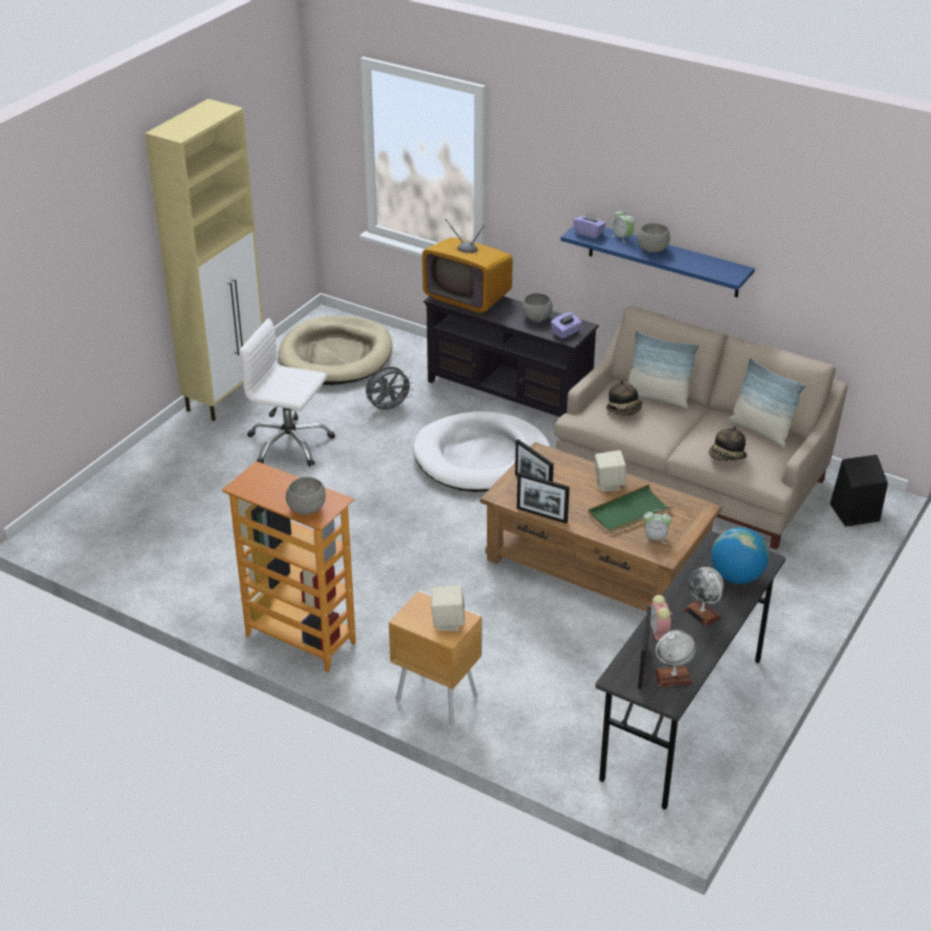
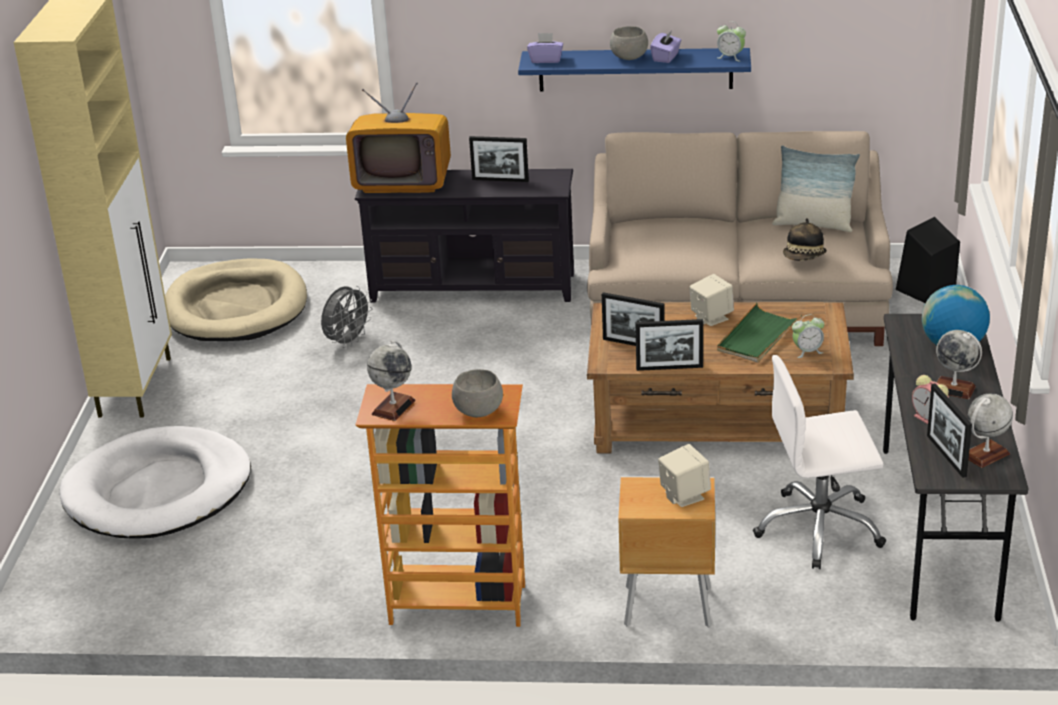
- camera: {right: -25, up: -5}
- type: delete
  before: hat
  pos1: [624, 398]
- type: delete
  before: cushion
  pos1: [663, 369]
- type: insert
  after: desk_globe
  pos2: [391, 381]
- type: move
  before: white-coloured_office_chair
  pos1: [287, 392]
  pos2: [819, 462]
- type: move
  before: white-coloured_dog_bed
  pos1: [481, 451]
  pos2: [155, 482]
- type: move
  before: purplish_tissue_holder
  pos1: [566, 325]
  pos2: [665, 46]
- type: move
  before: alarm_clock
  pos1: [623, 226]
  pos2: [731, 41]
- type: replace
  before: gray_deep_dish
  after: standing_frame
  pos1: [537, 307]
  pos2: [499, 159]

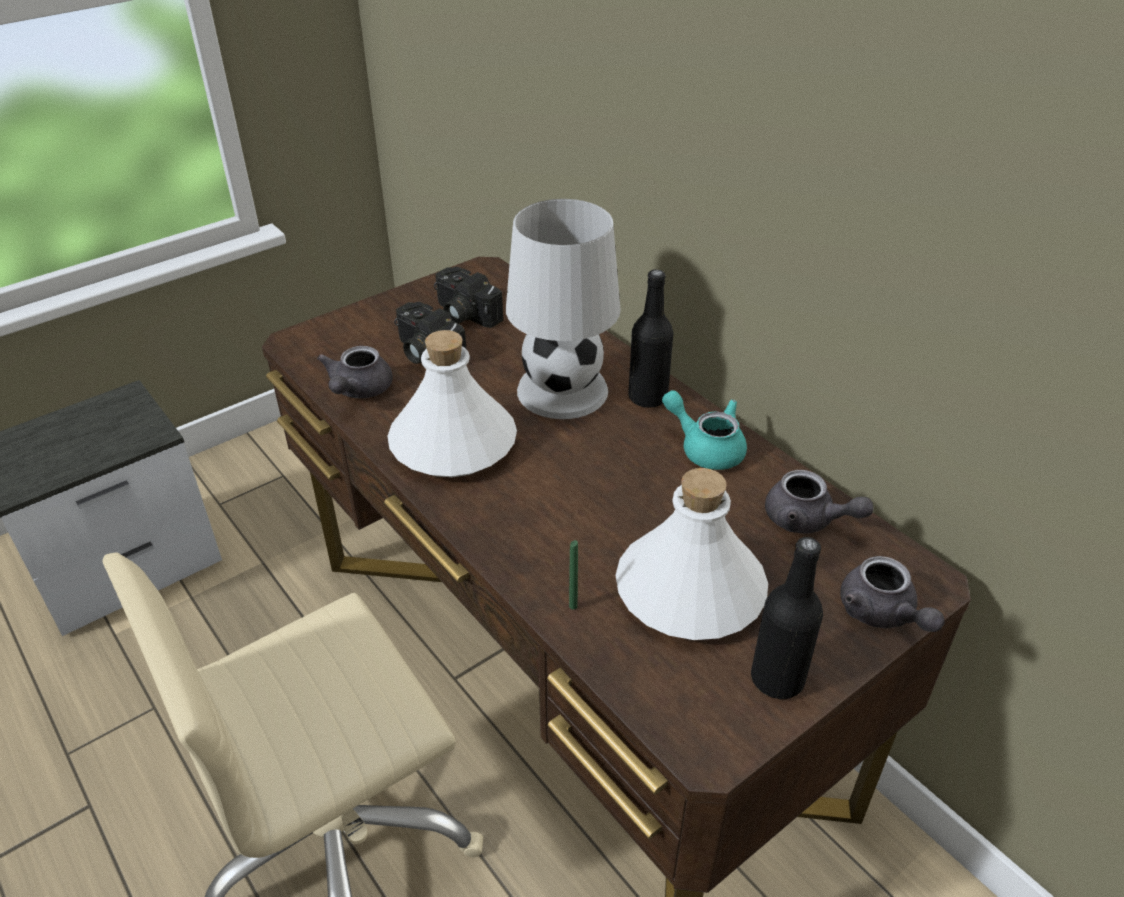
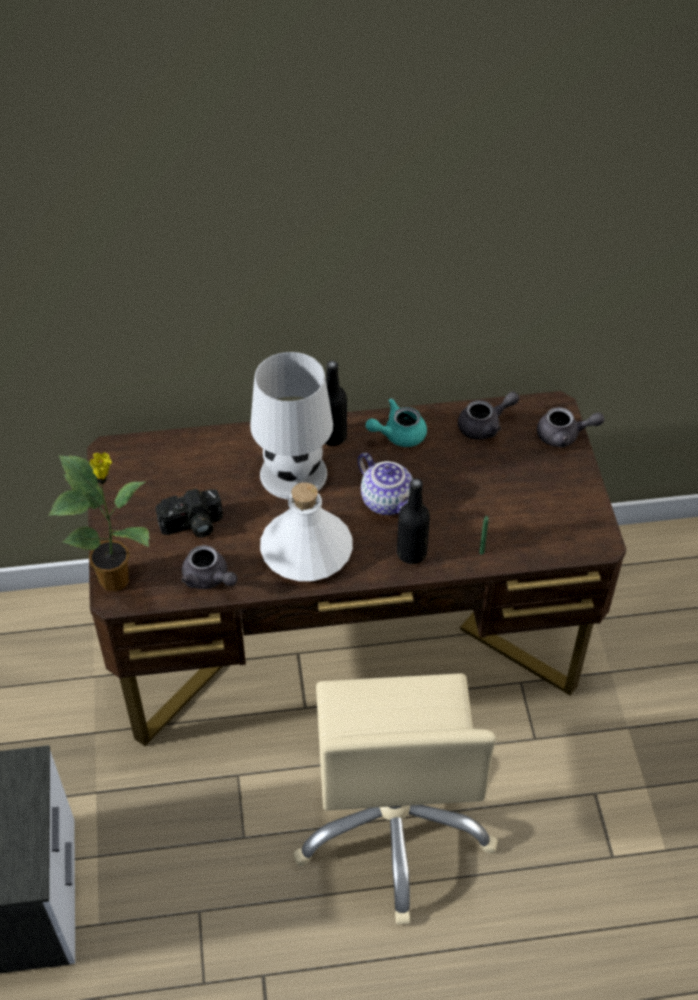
- camera: {right: -60, up: 10}
- type: delete
  before: photo_camera
  pos1: [468, 297]
- type: delete
  before: white-coloured_drink_bottle
  pos1: [691, 554]
- type: insert
  after: plant_in_a_pot
  pos2: [99, 521]
- type: insert
  after: teapot
  pos2: [385, 484]
- type: move
  before: black_drink_bottle
  pos1: [787, 618]
  pos2: [413, 521]

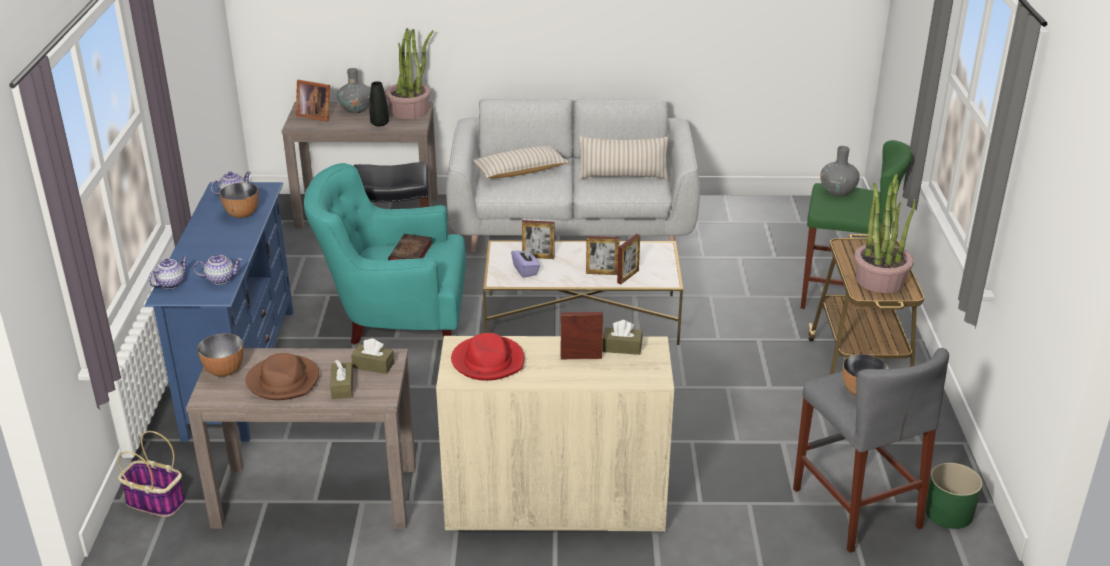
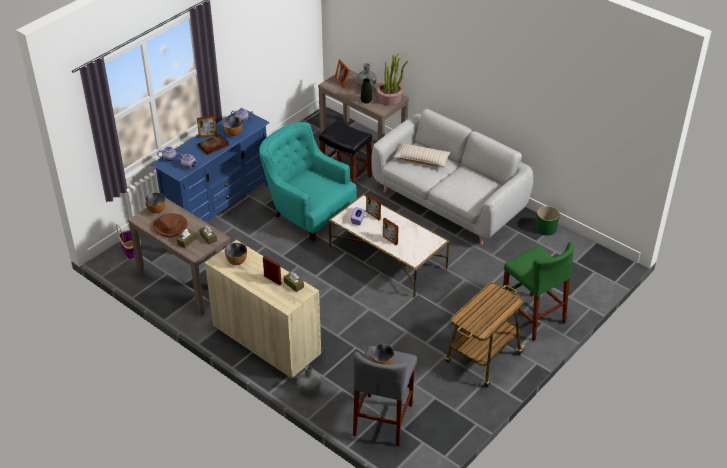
- camera: {right: 40, up: 10}
- type: delete
  before: beige-coloured_cushion
  pos1: [623, 158]
- type: delete
  before: plant_in_a_pot
  pos1: [885, 233]
- type: move
  before: bound_book
  pos1: [410, 247]
  pos2: [213, 144]
- type: move
  before: standing_frame
  pos1: [628, 259]
  pos2: [207, 126]
- type: move
  before: gray_flower_vase
  pos1: [840, 171]
  pos2: [309, 379]
- type: move
  before: green_flower_pot
  pos1: [953, 496]
  pos2: [548, 221]
- type: replace
  before: red_hat
  after: deep_dish
  pos1: [487, 357]
  pos2: [236, 254]

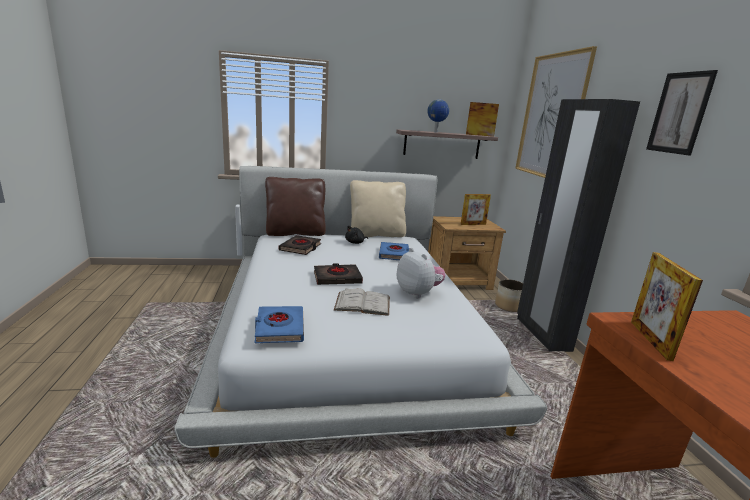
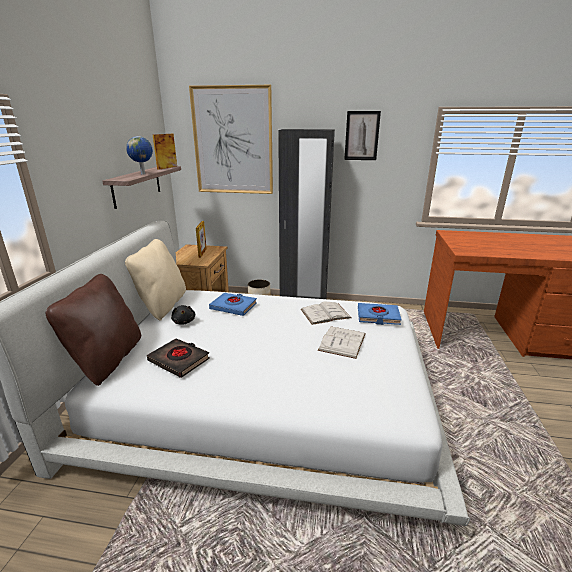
- camera: {right: -70, up: 5}
- type: delete
  before: black_bound_book
  pos1: [338, 274]
- type: delete
  before: standing_frame
  pos1: [667, 306]
- type: move
  before: blue-coloured_bound_book
  pos1: [279, 324]
  pos2: [380, 314]
- type: replace
  before: soft_toy
  after: white-coloured_bound_book
  pos1: [421, 273]
  pos2: [326, 313]

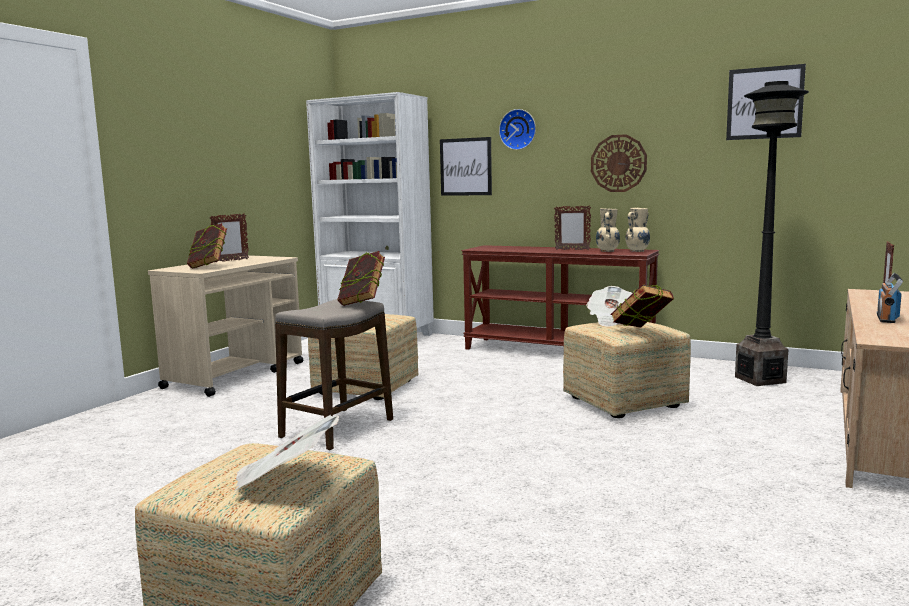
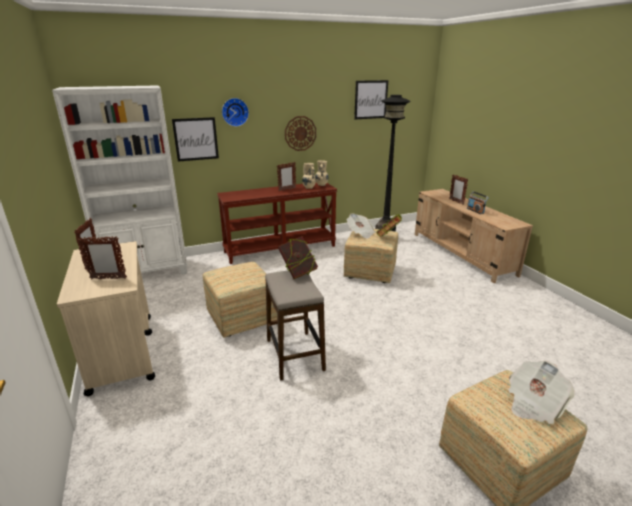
- camera: {right: -50, up: 15}
- type: replace
  before: bound_book
  after: standing_frame
  pos1: [207, 246]
  pos2: [103, 257]

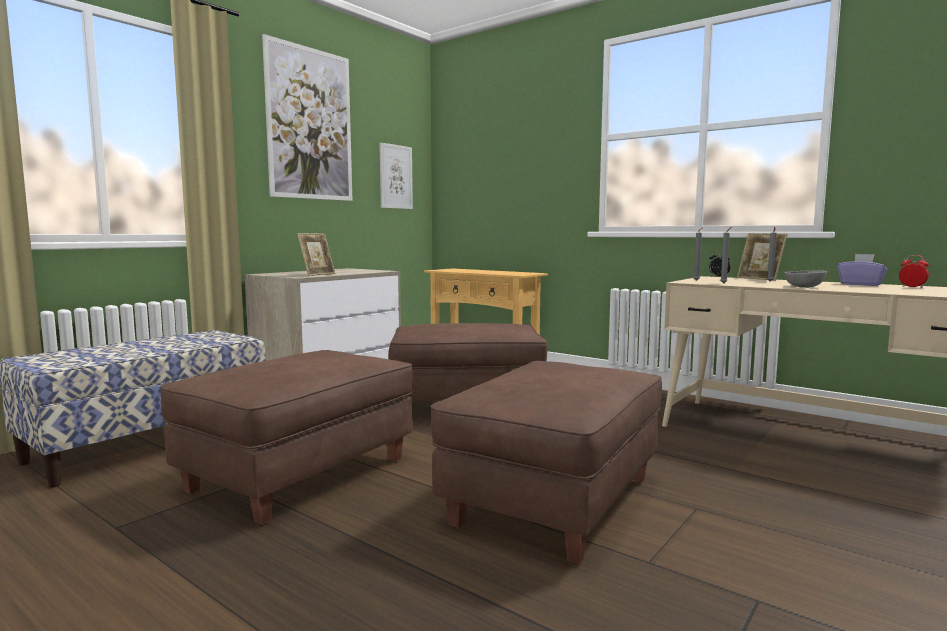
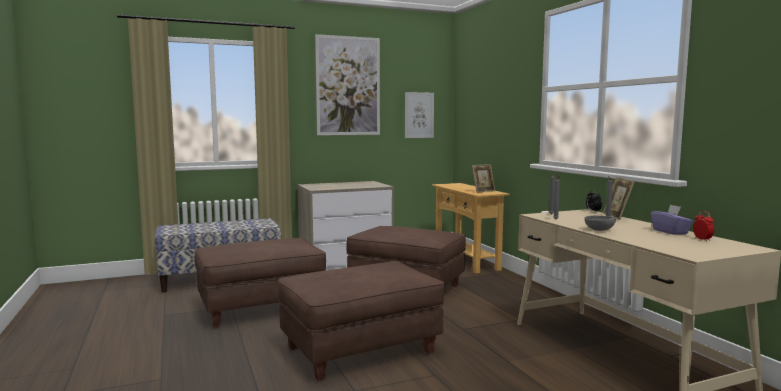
- camera: {right: 30, up: 0}
- type: move
  before: standing_frame
  pos1: [316, 254]
  pos2: [483, 178]

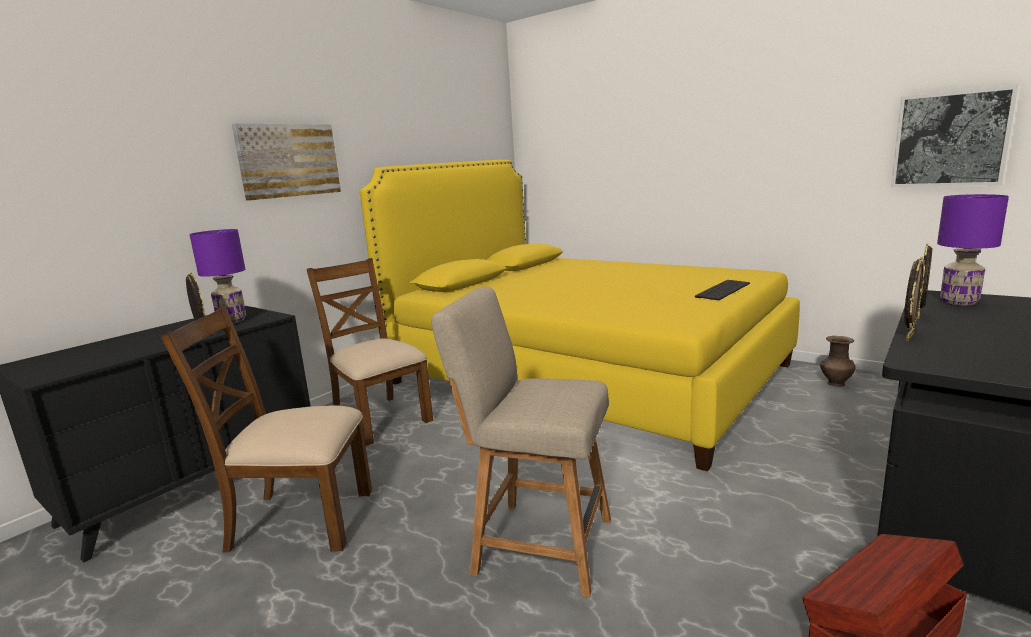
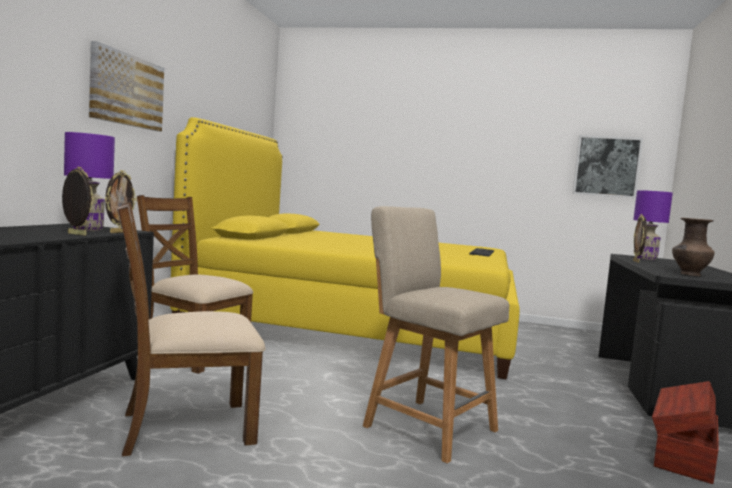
- camera: {right: -25, up: -10}
- type: move
  before: brown-coloured_flower_vase
  pos1: [838, 361]
  pos2: [693, 247]
- type: move
  before: standing_frame
  pos1: [914, 299]
  pos2: [121, 201]
- type: rotate
  before: beige-coloured_upright_chair
  pos1: [521, 442]
  pos2: [436, 334]
  turn: 45

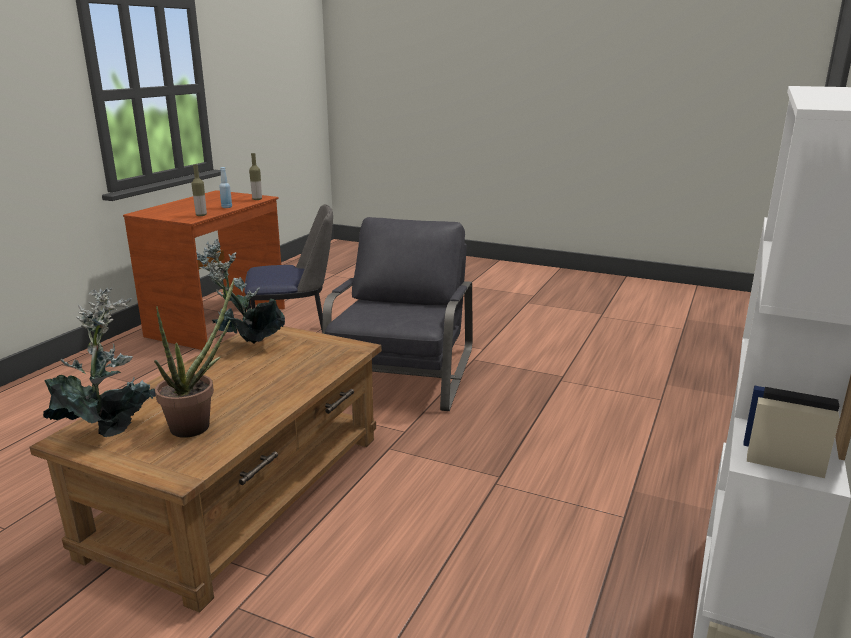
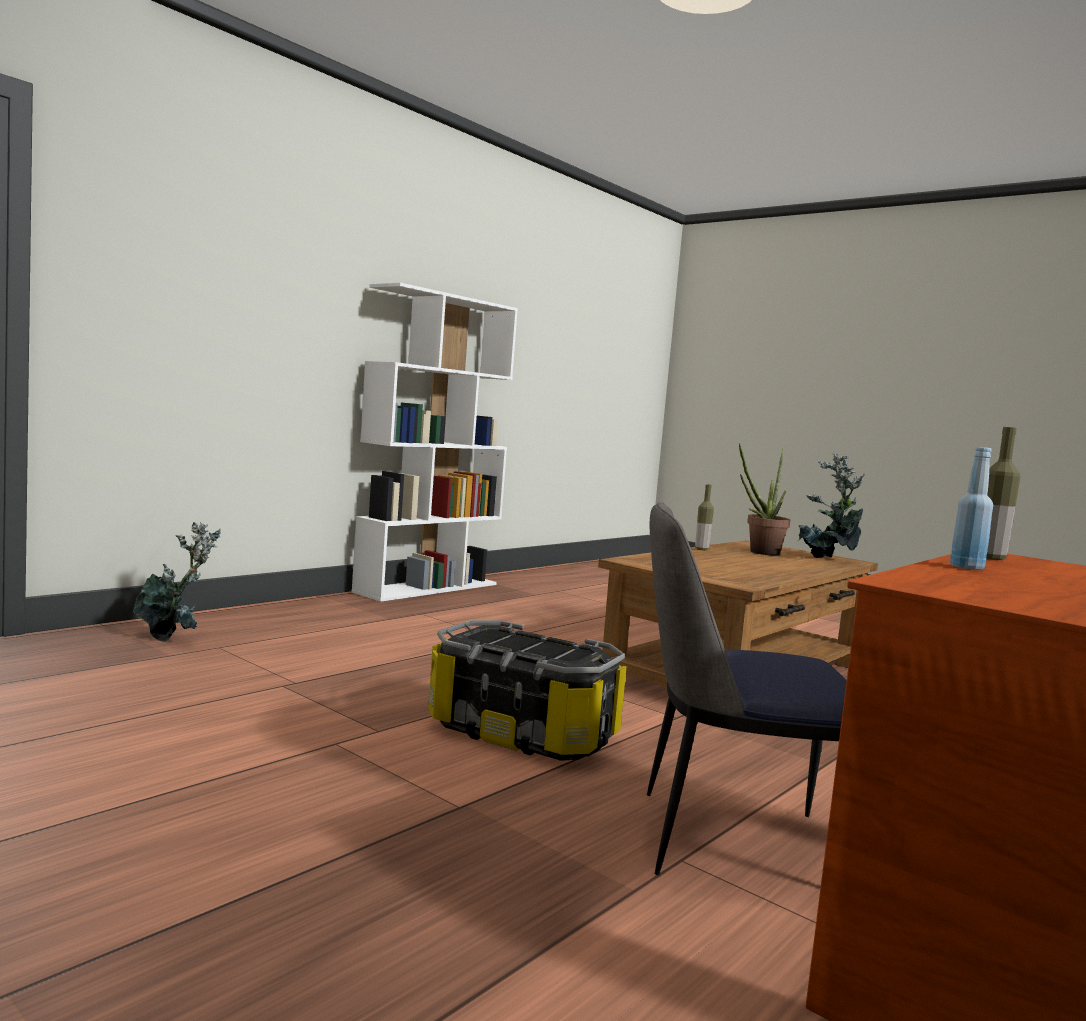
- camera: {right: -165, up: -15}
- type: move
  before: plant_in_a_pot
  pos1: [240, 291]
  pos2: [177, 582]
- type: move
  before: drink_bottle
  pos1: [255, 176]
  pos2: [704, 517]
- type: replace
  before: gray_lounge_chair
  after: storage_bin
  pos1: [397, 314]
  pos2: [527, 690]

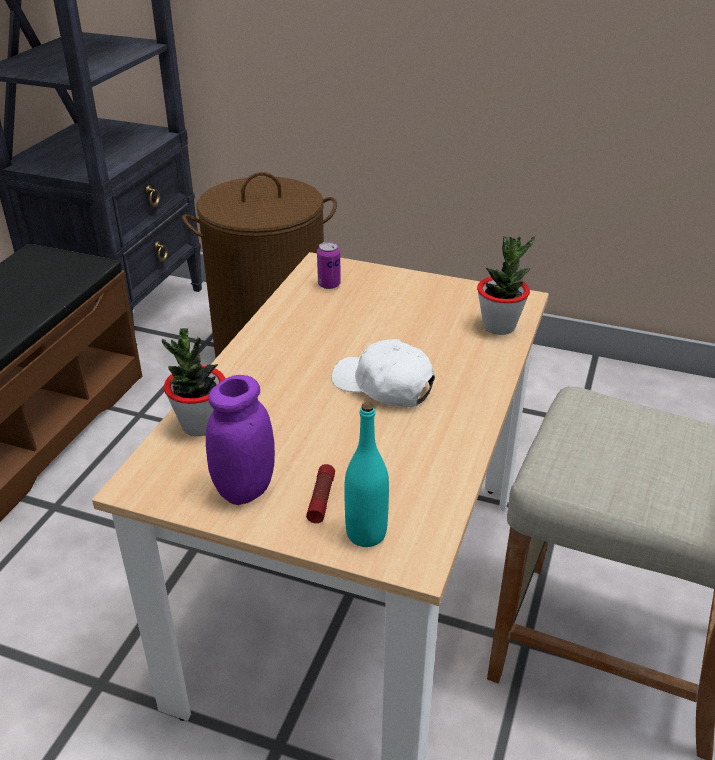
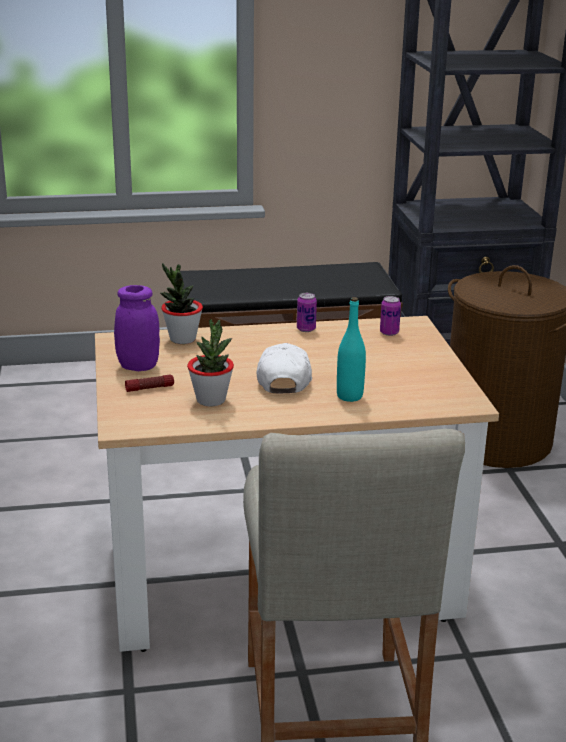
- camera: {right: 60, up: -10}
- type: insert
  after: can
  pos2: [307, 312]
- type: move
  before: turquoise-coloured_drink_bottle
  pos1: [366, 474]
  pos2: [351, 349]
- type: move
  before: plant_in_a_pot
  pos1: [506, 285]
  pos2: [210, 362]

